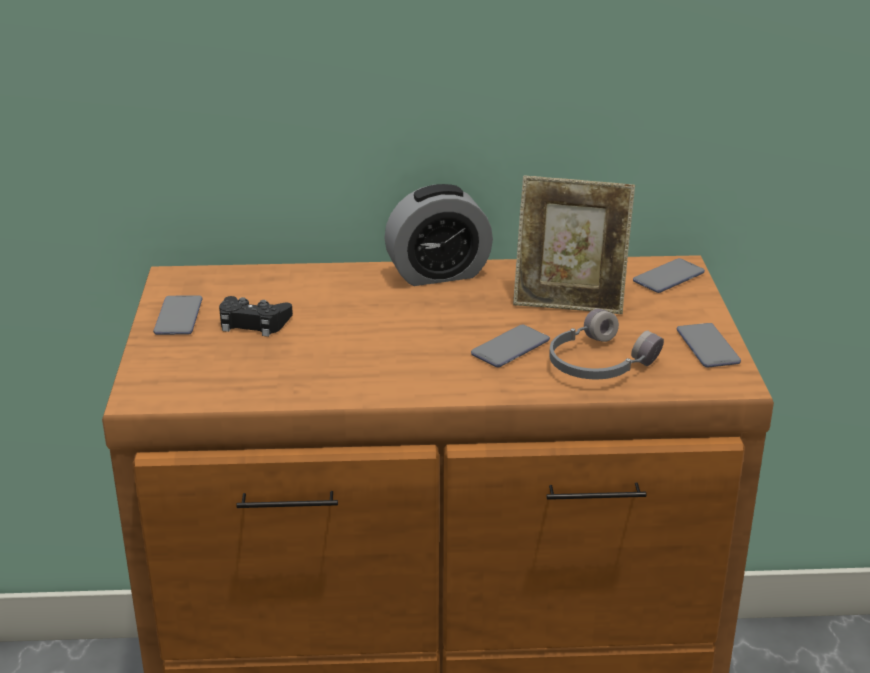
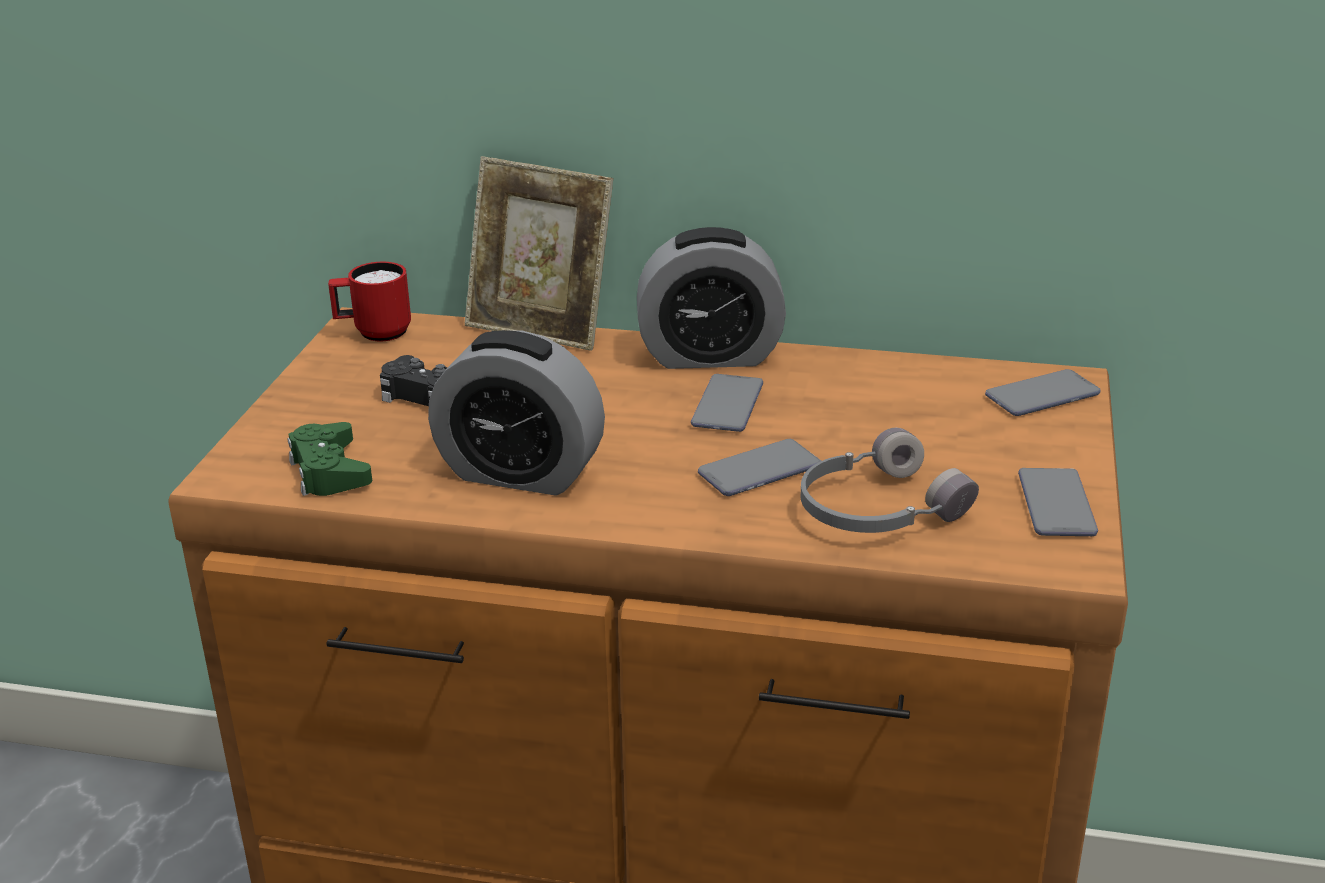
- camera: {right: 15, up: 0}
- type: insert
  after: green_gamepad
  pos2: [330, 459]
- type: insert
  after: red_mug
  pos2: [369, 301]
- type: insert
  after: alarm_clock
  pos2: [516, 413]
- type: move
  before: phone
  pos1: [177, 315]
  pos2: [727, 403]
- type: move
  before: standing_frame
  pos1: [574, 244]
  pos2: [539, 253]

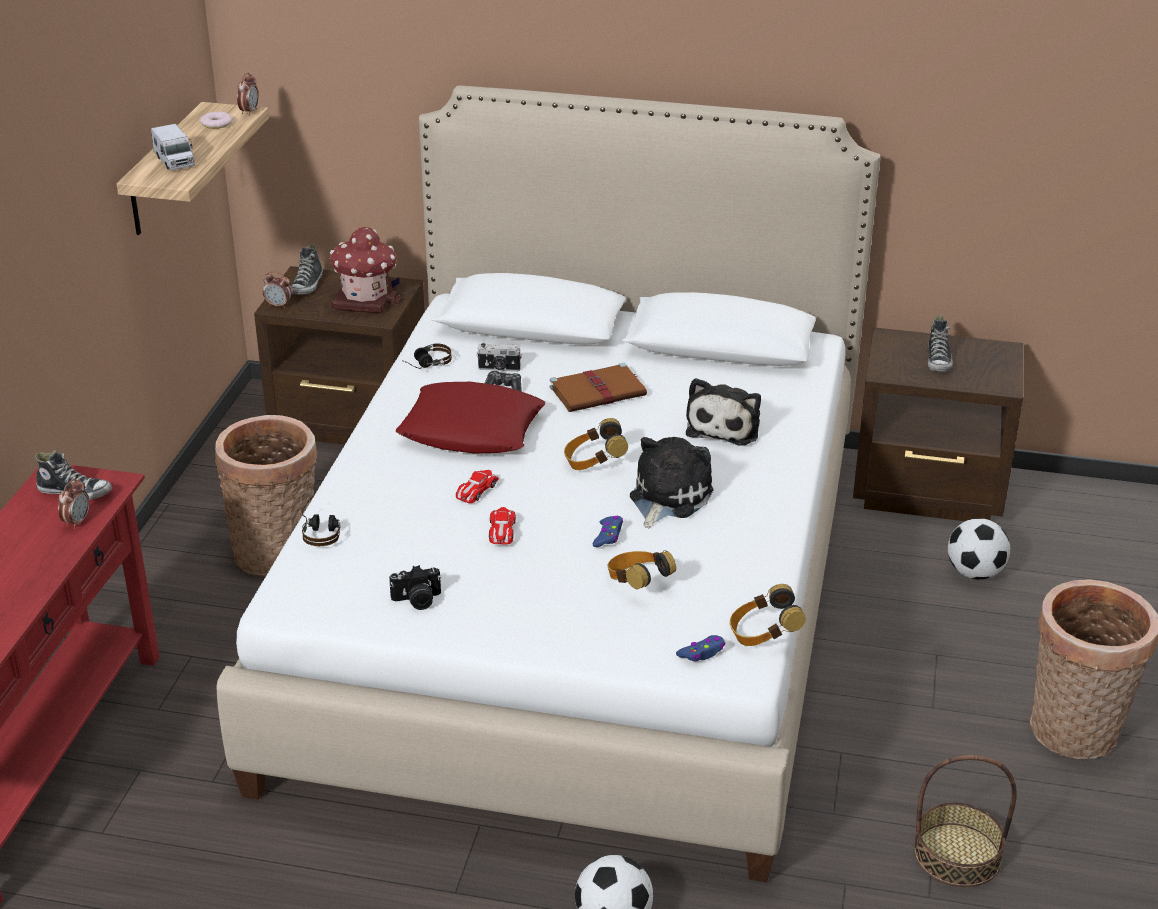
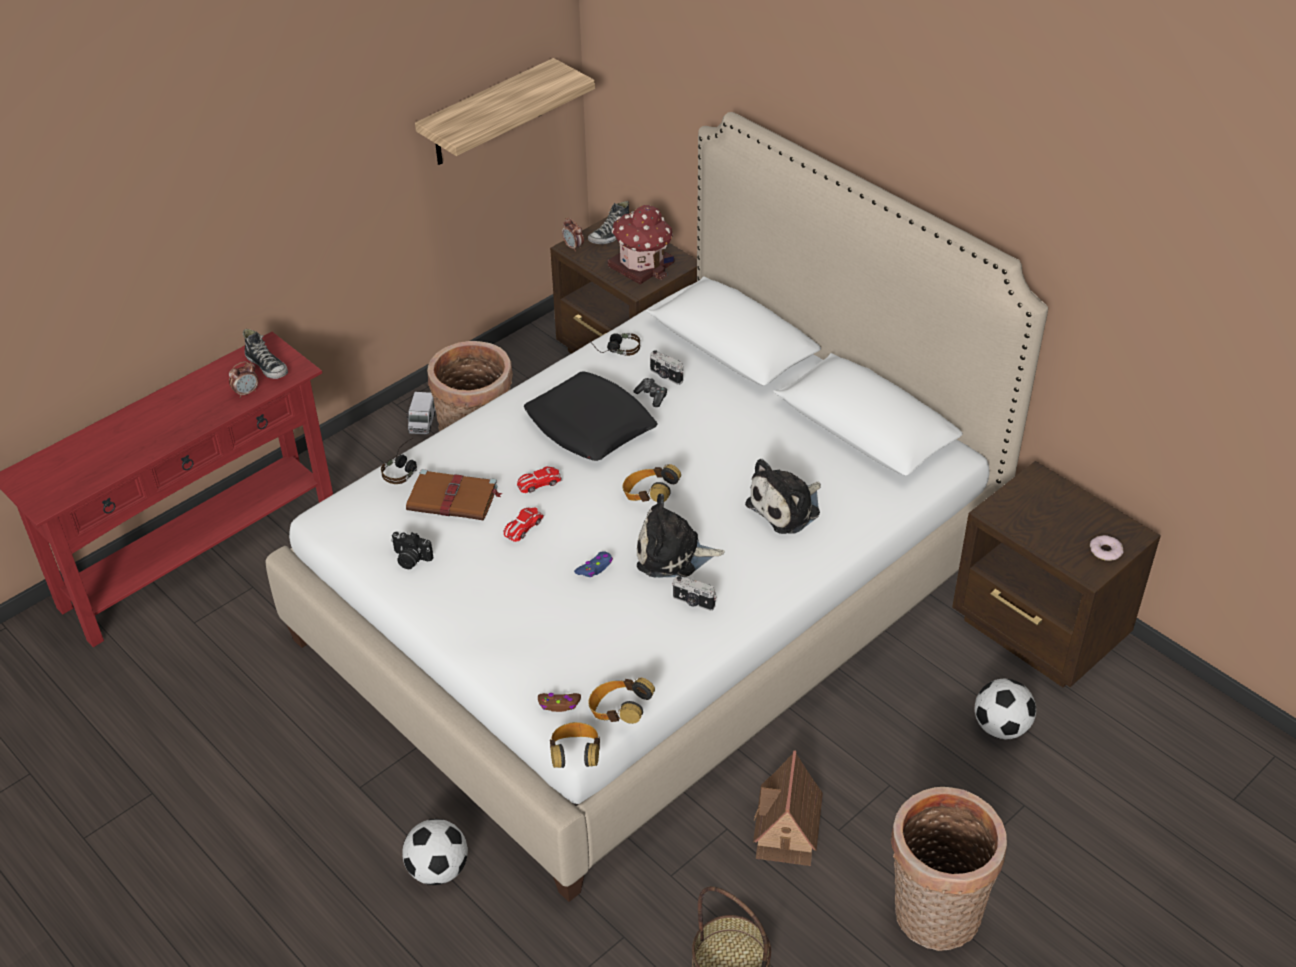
- camera: {right: 35, up: 10}
- type: delete
  before: alarm_clock
  pos1: [248, 94]
- type: delete
  before: item_of_footwear
  pos1: [940, 343]
- type: insert
  after: photo_camera
  pos2: [694, 593]
- type: insert
  after: toy_house
  pos2: [788, 808]
- type: move
  before: model_truck
  pos1: [173, 147]
  pos2: [421, 413]
- type: move
  before: ring_doughnut
  pos1: [216, 120]
  pos2: [1106, 548]
- type: move
  before: brown-coloured_bound_book
  pos1: [598, 387]
  pos2: [454, 495]
- type: move
  before: headphones
  pos1: [641, 569]
  pos2: [575, 745]
- type: recolor
  before: red_cushion
  after: black_cushion
  pos1: [470, 417]
  pos2: [590, 416]
- type: recolor
  before: blue-coloured_gamepad
  after: brown-coloured_gamepad
  pos1: [700, 648]
  pos2: [559, 702]
- type: rotate
  before: soft_toy
  pos1: [672, 482]
  pos2: [681, 536]
  turn: -150

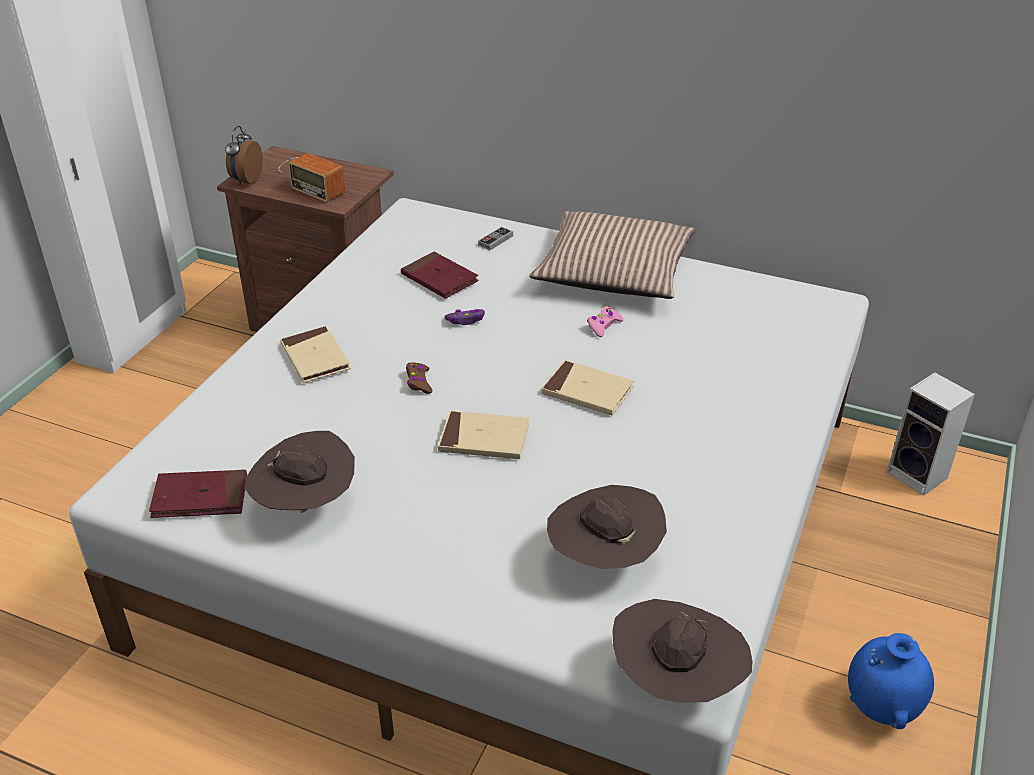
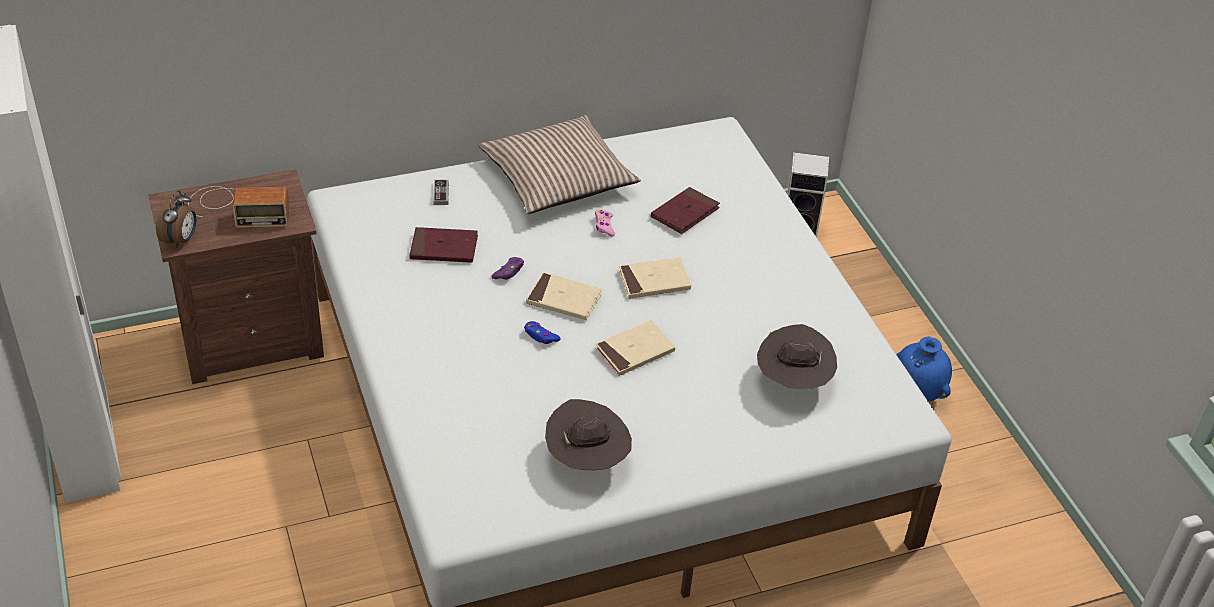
- camera: {right: -45, up: 5}
- type: delete
  before: brown-coloured_hat
  pos1: [682, 651]
- type: move
  before: red_bound_book
  pos1: [198, 493]
  pos2: [685, 210]
- type: move
  before: beige-coloured_bound_book
  pos1: [315, 354]
  pos2: [564, 296]
- type: recolor
  before: brown-coloured_gamepad
  after: blue-coloured_gamepad
  pos1: [419, 378]
  pos2: [542, 332]
- type: rotate
  before: alarm_clock
  pos1: [244, 156]
  pos2: [176, 219]
  turn: -135

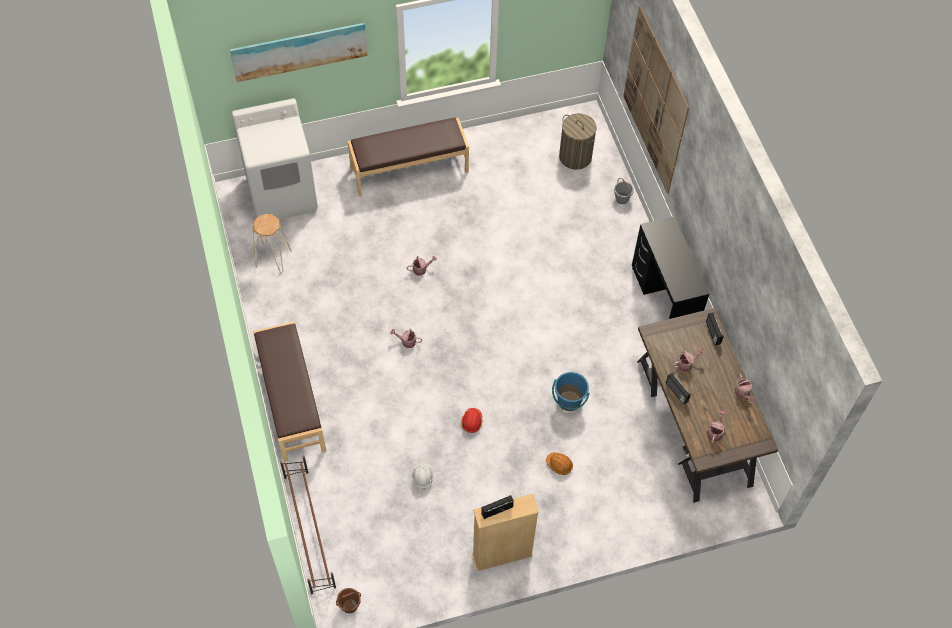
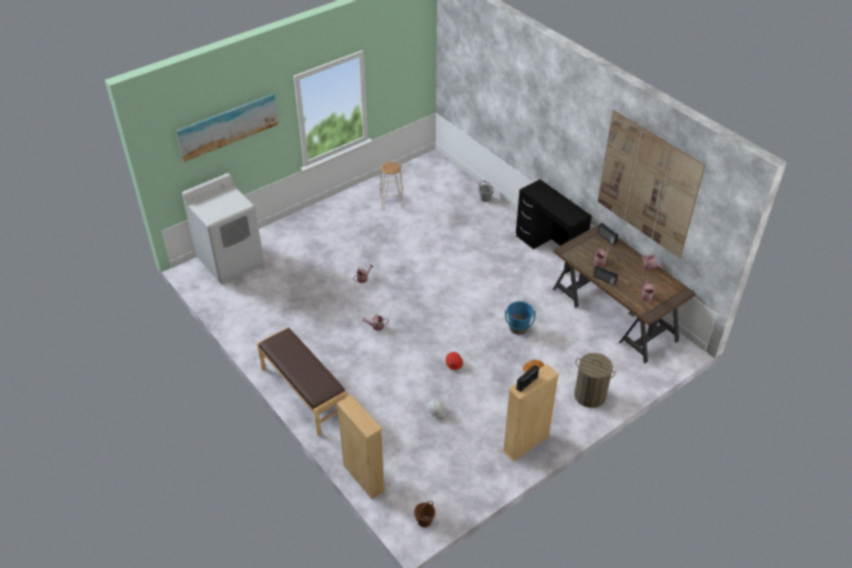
- camera: {right: -20, up: -15}
- type: delete
  before: brown-coloured_indoor_bench
  pos1: [408, 157]
- type: move
  before: beige-coloured_sitting_stool
  pos1: [271, 243]
  pos2: [392, 186]
- type: move
  before: laundry_basket
  pos1: [578, 141]
  pos2: [594, 380]
- type: move
  before: wall_art
  pos1: [656, 100]
  pos2: [651, 184]
- type: replace
  before: brown-coloured_shoe_shelf
  after: beige-coloured_shelving_unit
  pos1: [308, 525]
  pos2: [361, 447]

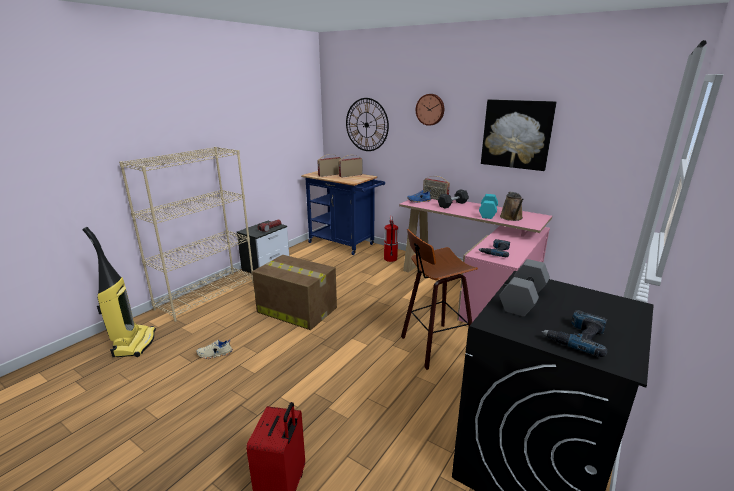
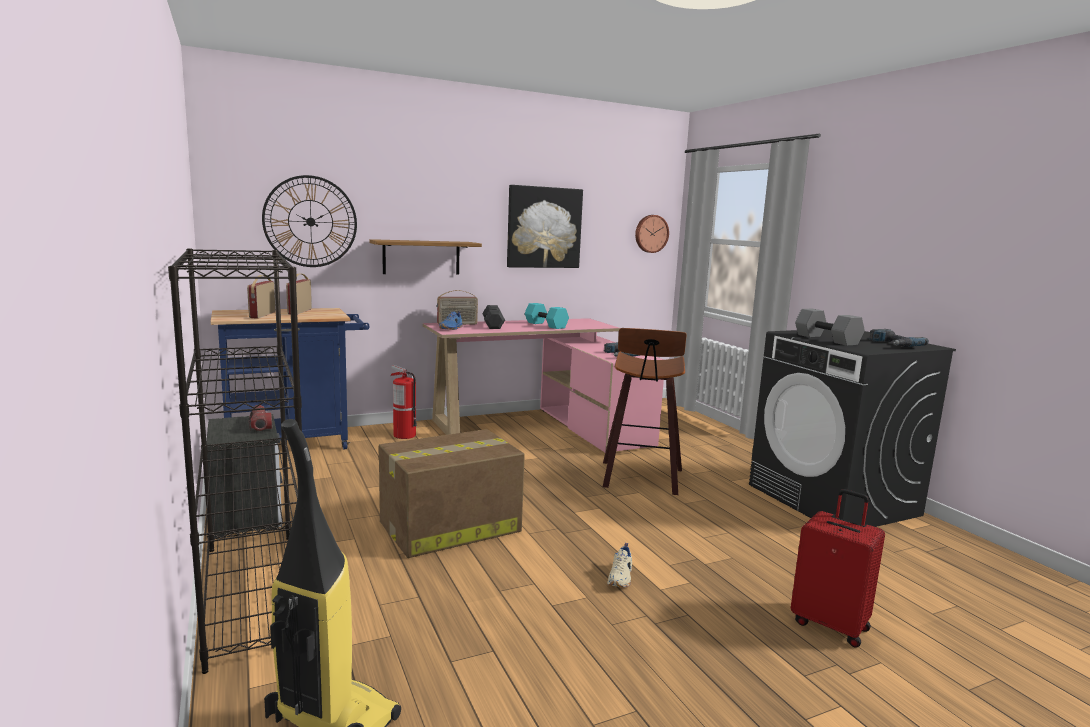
- camera: {right: -60, up: -10}
- type: delete
  before: brown-coloured_watering_pot
  pos1: [512, 206]
- type: insert
  after: wall_shelf
  pos2: [425, 256]
- type: move
  before: beige-coloured_item_of_footwear
  pos1: [214, 349]
  pos2: [619, 565]
- type: move
  before: clock_on_the_wall
  pos1: [430, 110]
  pos2: [652, 234]
- type: recolor
  before: beige-coloured_shelving_unit
  after: black_shelving_unit
  pos1: [186, 234]
  pos2: [235, 461]

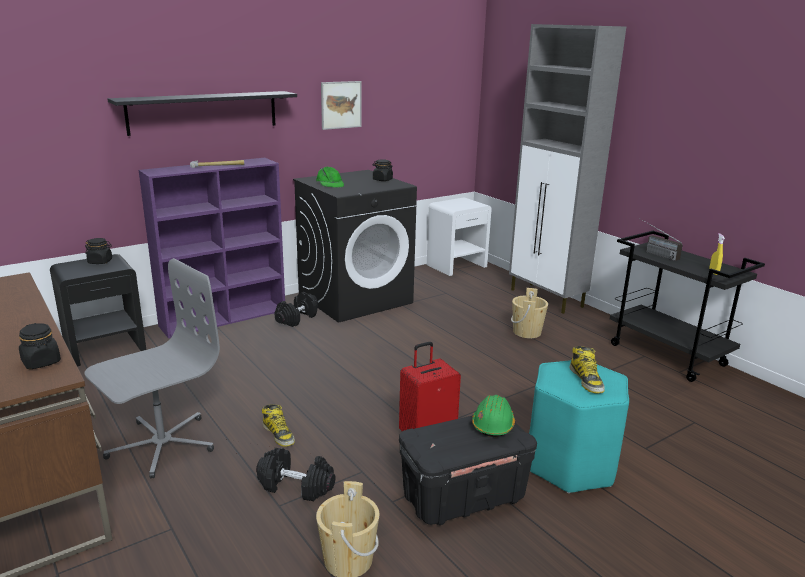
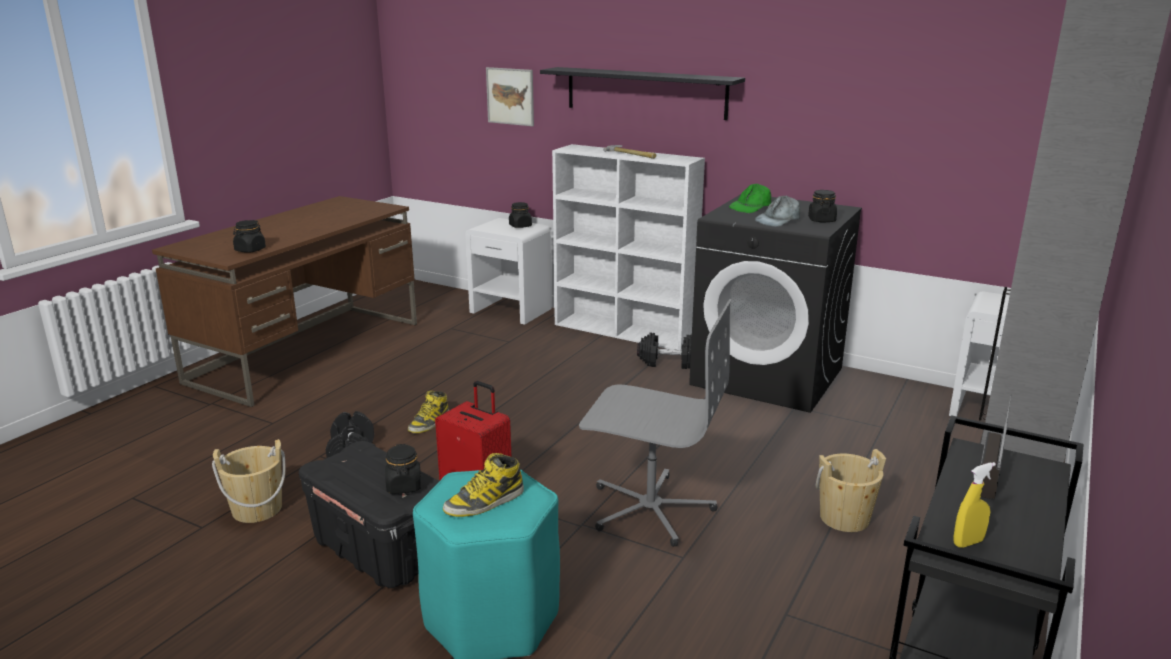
- camera: {right: 65, up: 0}
- type: insert
  after: gray_cap
  pos2: [777, 211]
- type: move
  before: gray_office_chair
  pos1: [152, 368]
  pos2: [655, 423]
- type: move
  before: wall_art
  pos1: [341, 105]
  pos2: [510, 96]
- type: replace
  before: green_work_helmet
  after: black_preserve_jar
  pos1: [493, 416]
  pos2: [403, 469]
- type: recolor
  before: black_nightstand
  after: white-coloured_nightstand
  pos1: [98, 310]
  pos2: [508, 271]
- type: recolor
  before: purplish_shelving_unit
  after: white-coloured_shelving_unit
  pos1: [212, 248]
  pos2: [628, 247]

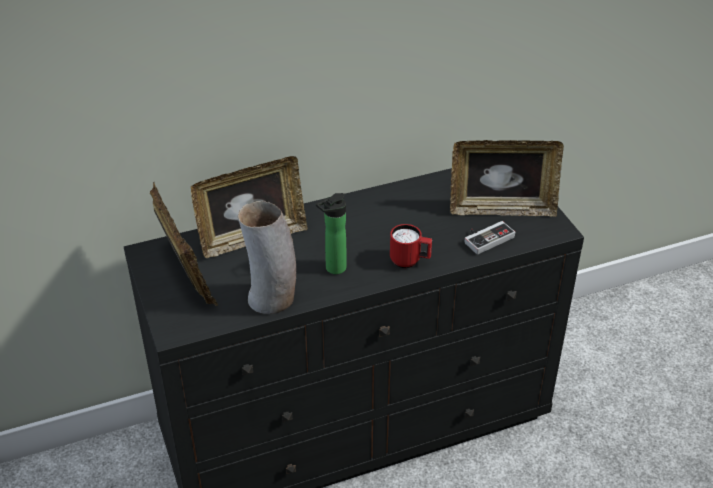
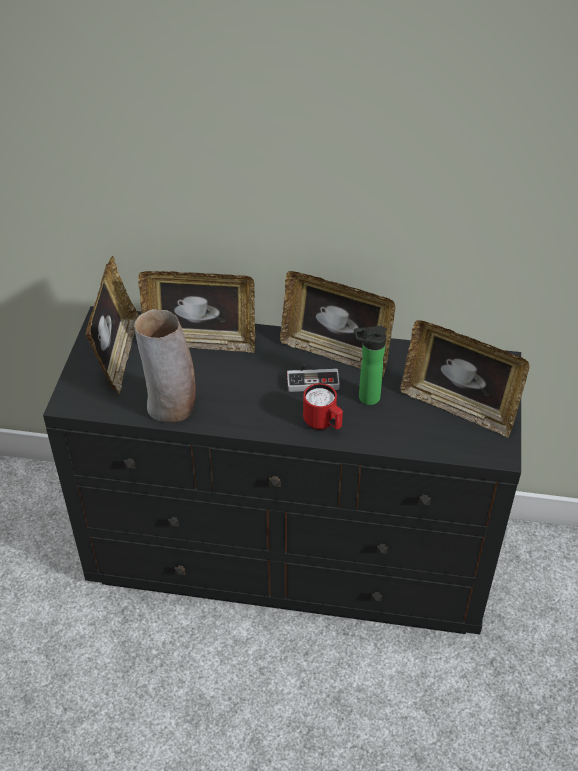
- camera: {right: 30, up: 5}
- type: insert
  after: standing_frame
  pos2: [337, 324]
- type: move
  before: drink_bottle
  pos1: [331, 233]
  pos2: [370, 365]
- type: move
  before: gamepad
  pos1: [490, 237]
  pos2: [313, 378]

